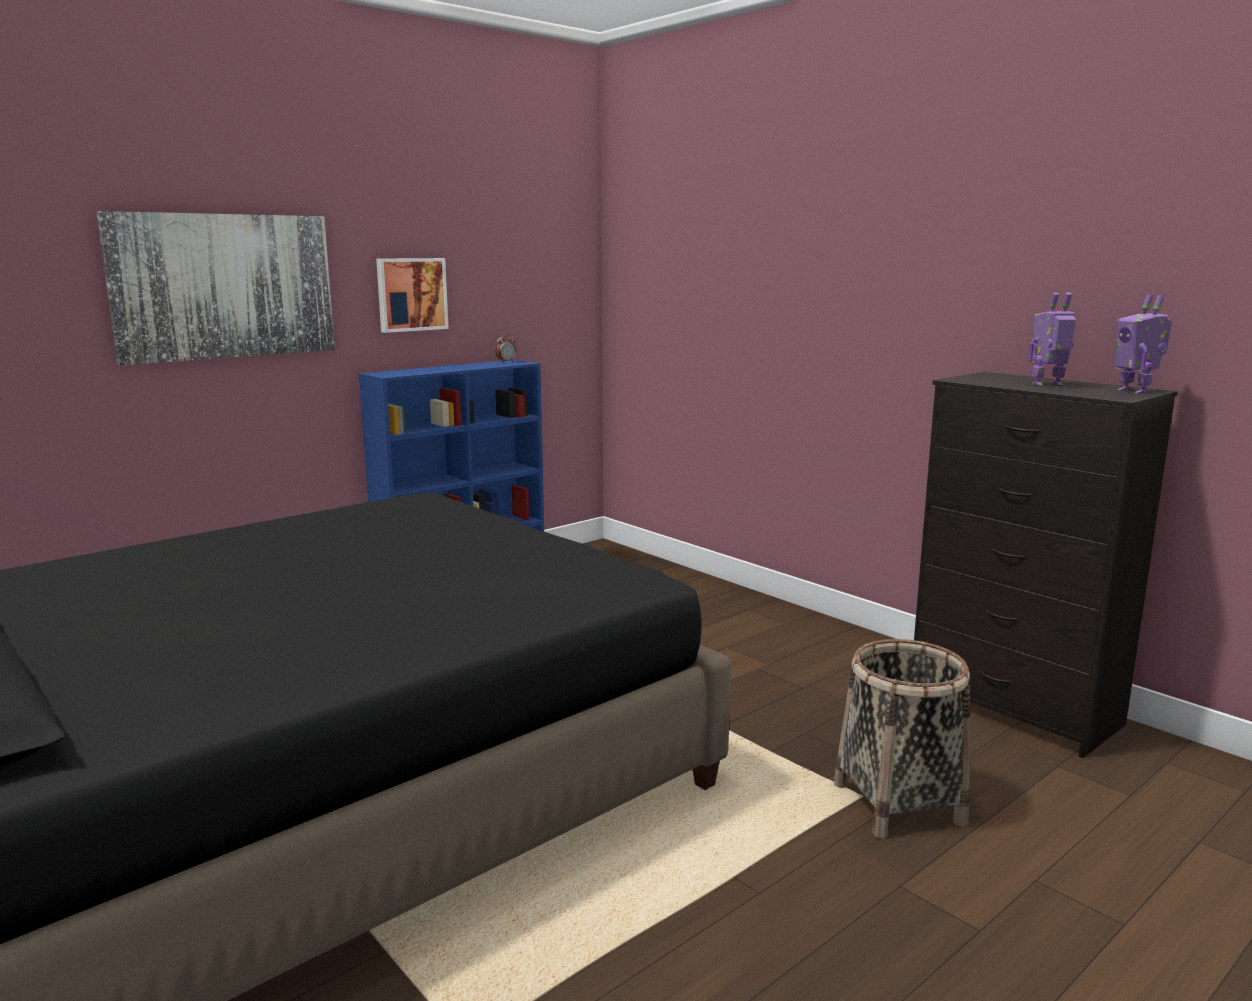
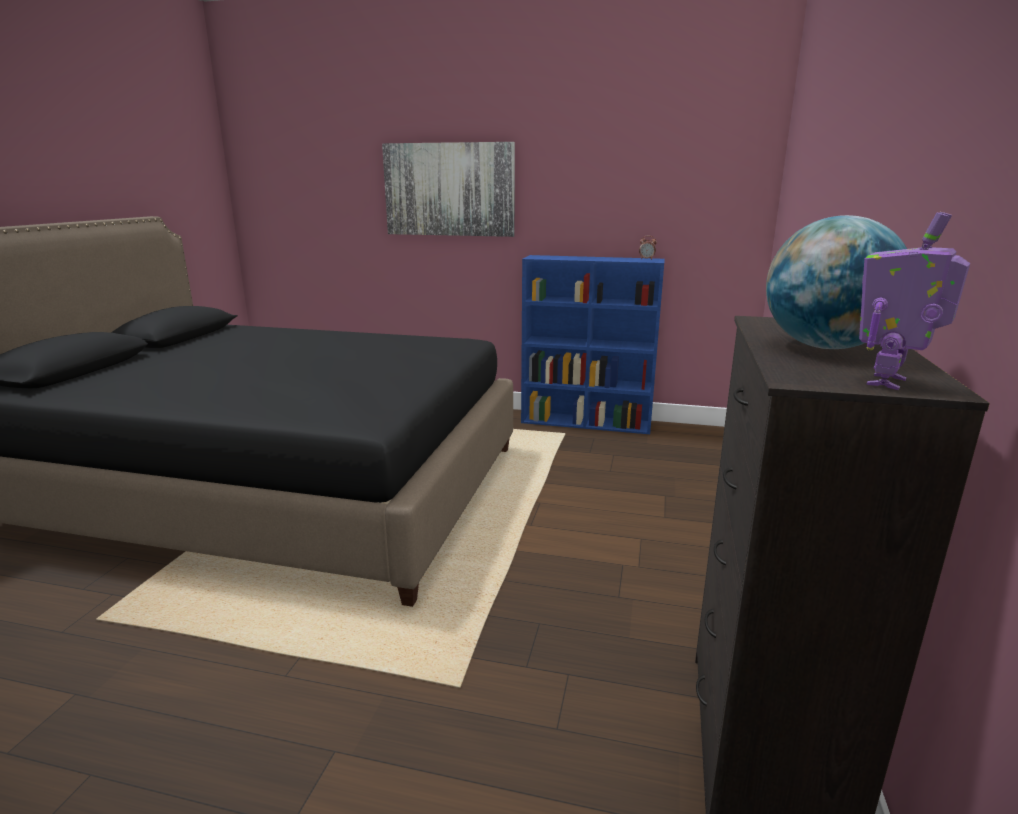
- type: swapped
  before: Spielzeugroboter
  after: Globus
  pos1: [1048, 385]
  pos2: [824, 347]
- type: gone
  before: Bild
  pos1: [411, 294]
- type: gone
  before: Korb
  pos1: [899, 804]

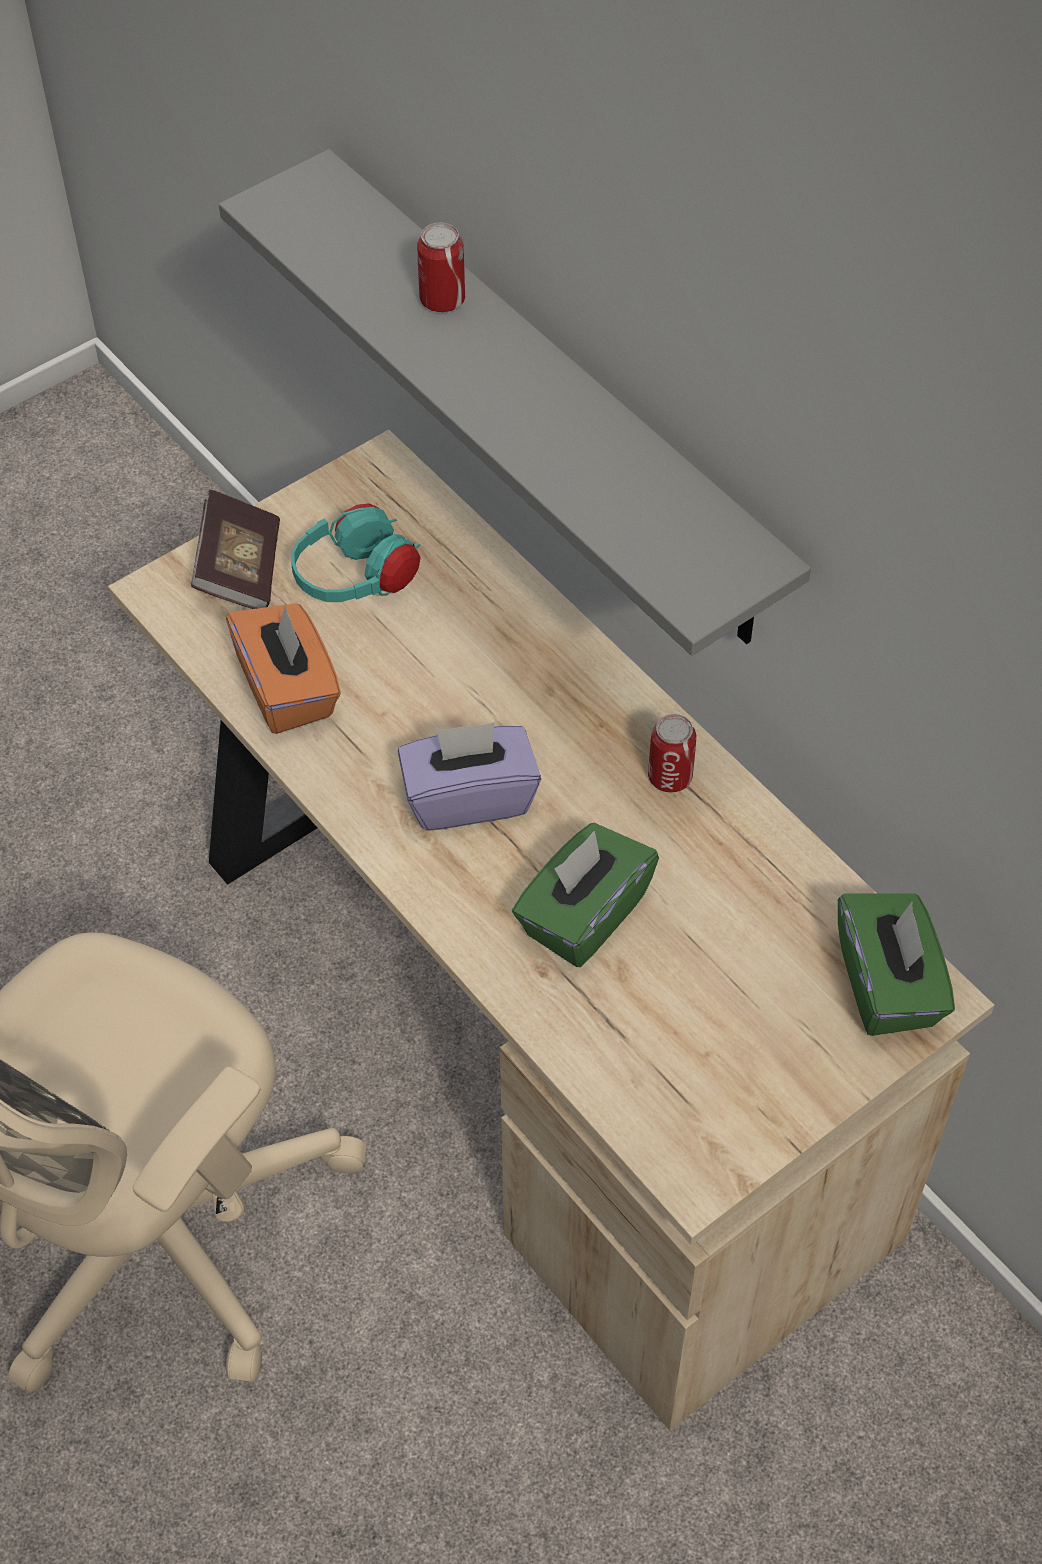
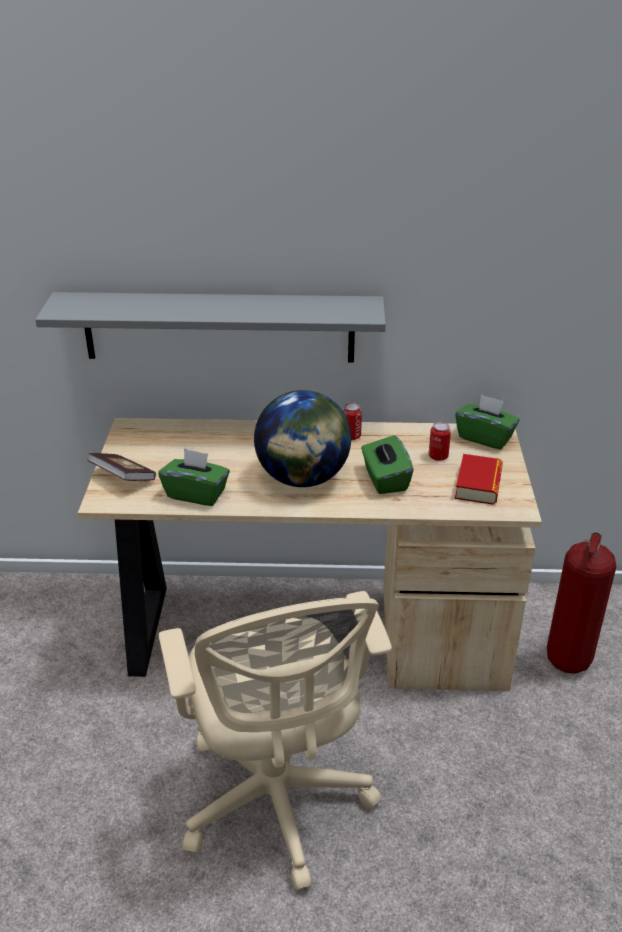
- type: repainted
  before: Taschentuchbox [orange]
  after: Taschentuchbox [grün]
  pos1: [288, 690]
  pos2: [196, 494]
- type: swapped
  before: Taschentuchbox [lila]
  after: Globus
  pos1: [469, 797]
  pos2: [303, 478]
- type: shifted
  before: Dose
  pos1: [442, 300]
  pos2: [438, 456]
- type: new
  after: Buch
  pos2: [478, 485]
- type: new
  after: Feuerlöscher
  pos2: [567, 658]
- type: gone
  before: Kopfhörer [türkis]
  pos1: [356, 580]

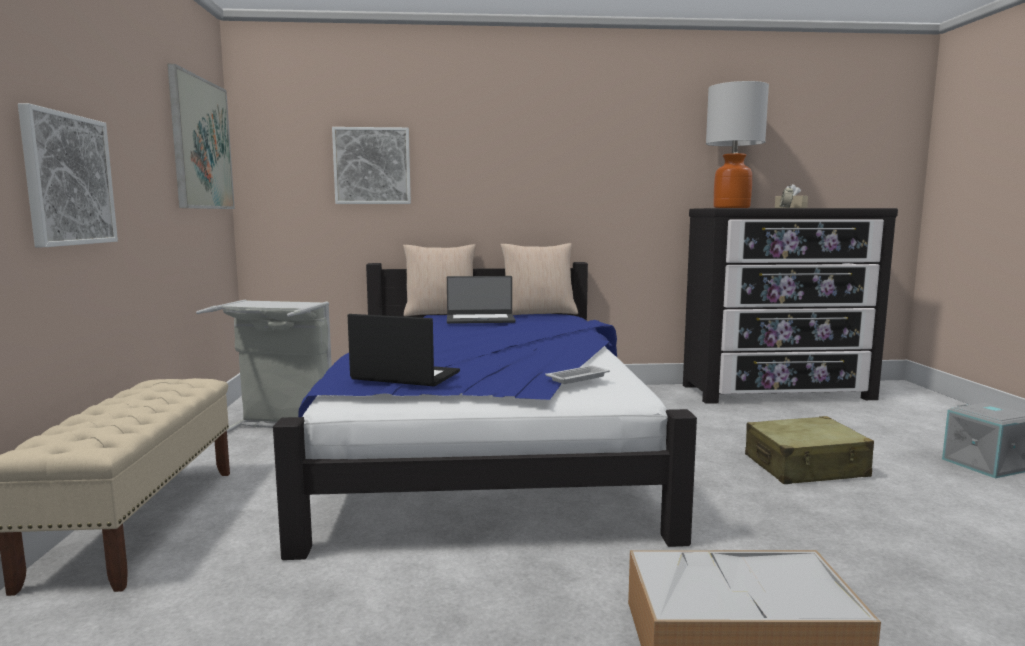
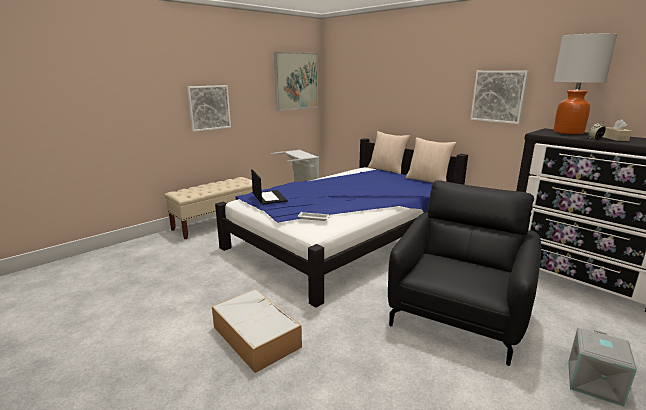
- type: swapped
  before: Koffer [beige]
  after: Sessel [schwarz]
  pos1: [805, 467]
  pos2: [457, 315]
- type: shifted
  before: Bild
  pos1: [372, 166]
  pos2: [498, 96]
- type: gone
  before: Laptop
  pos1: [480, 319]

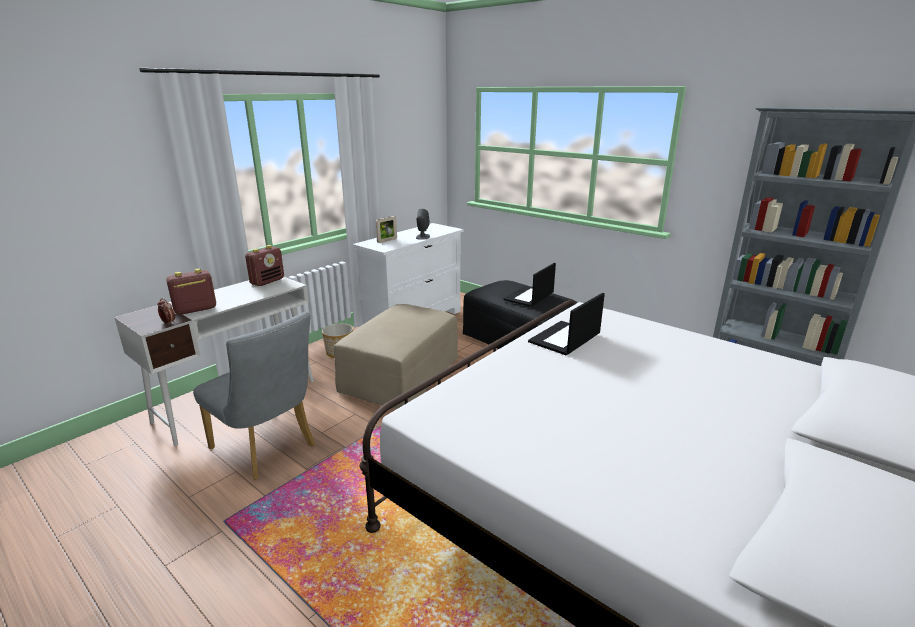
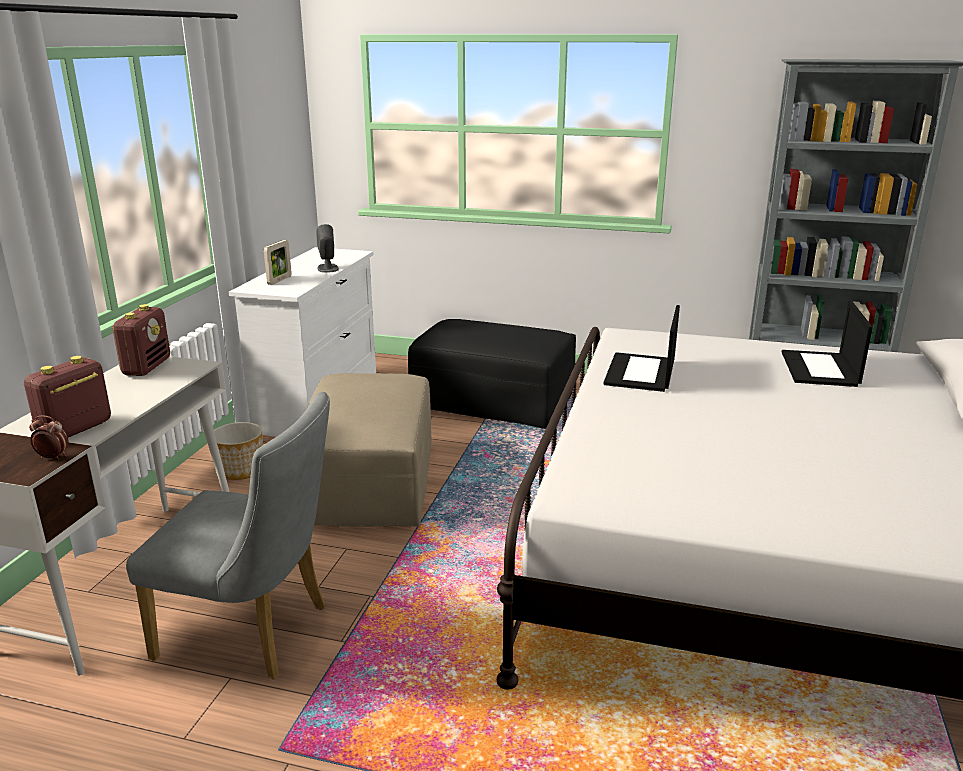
- type: shifted
  before: Laptop
  pos1: [529, 297]
  pos2: [820, 369]

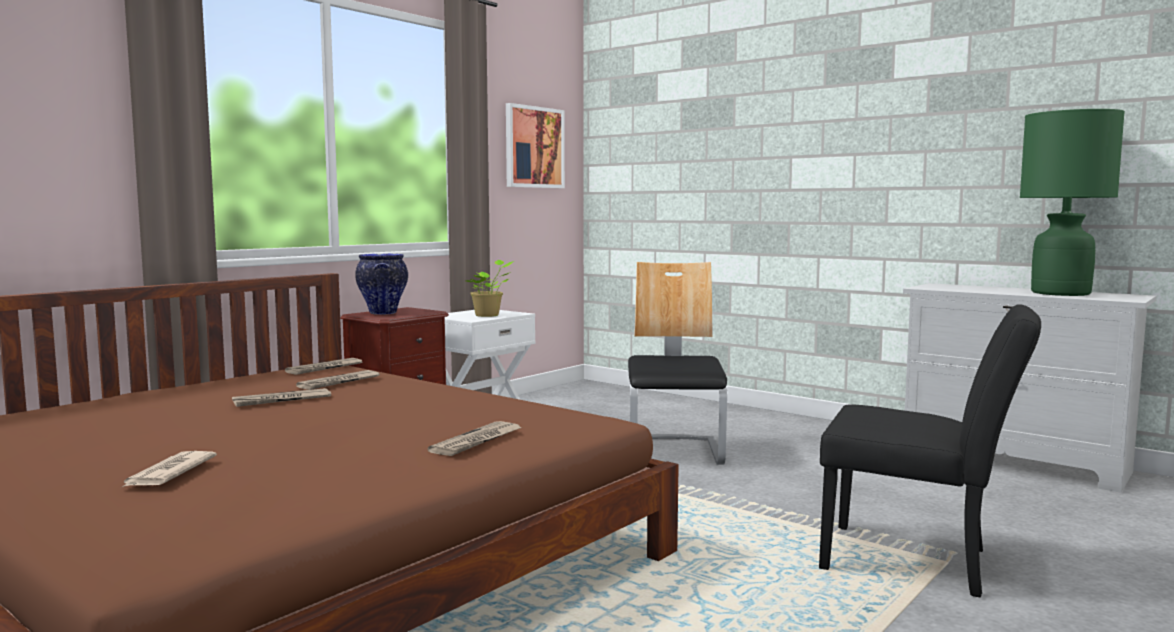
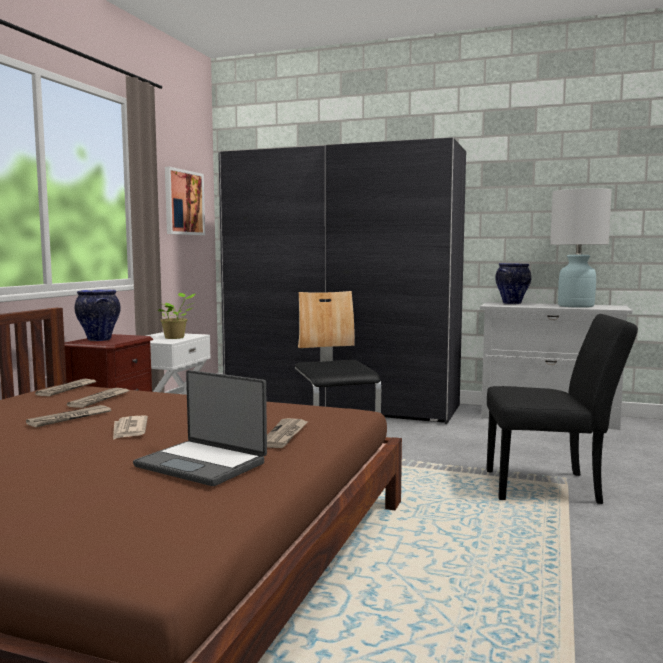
- type: shifted
  before: Zeitung
  pos1: [168, 473]
  pos2: [129, 430]
- type: new
  after: Laptop
  pos2: [203, 464]
- type: new
  after: Kleiderschrank [grau]
  pos2: [341, 404]
- type: new
  after: Vase
  pos2: [512, 303]
- type: repainted
  before: Tischlampe [grün]
  after: Tischlampe [weiß]
  pos1: [1060, 293]
  pos2: [575, 306]

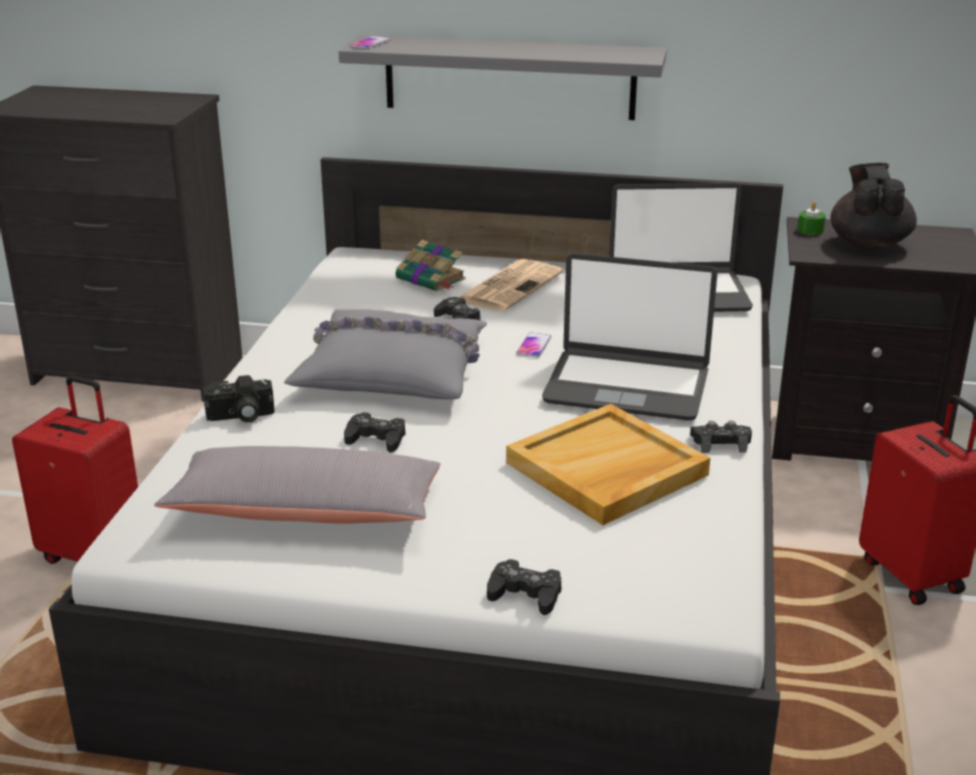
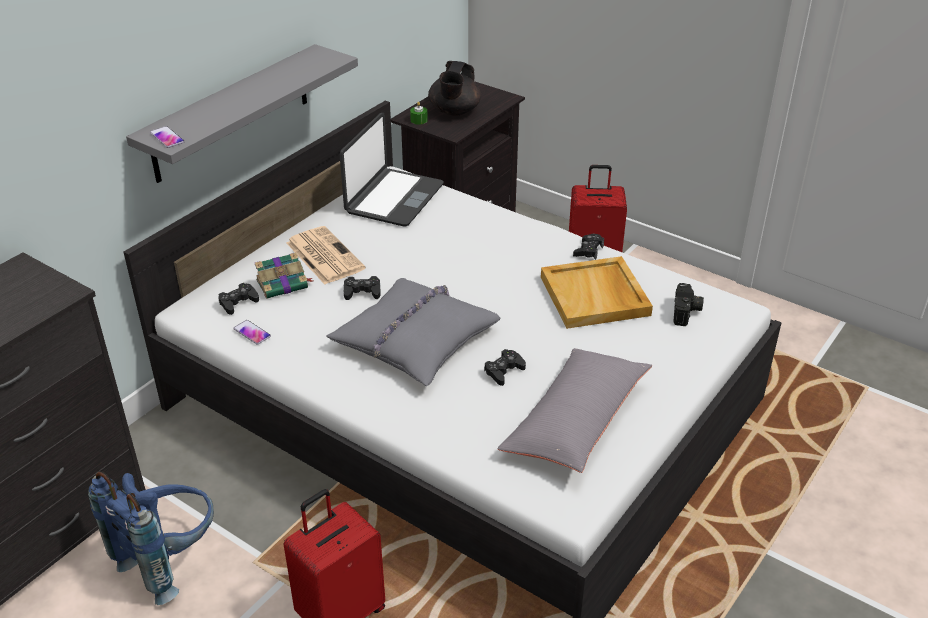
- type: new
  after: Rucksack [blau]
  pos2: [170, 559]
- type: shifted
  before: Gamepad [schwarz]
  pos1: [525, 594]
  pos2: [238, 302]
- type: shifted
  before: Handy
  pos1: [534, 346]
  pos2: [252, 333]
- type: rotated
  before: Teekanne [schwarz]
  pos1: [868, 243]
  pos2: [454, 111]
  turn: -105
- type: shifted
  before: Kamera
  pos1: [240, 416]
  pos2: [686, 312]
- type: gone
  before: Laptop
  pos1: [627, 386]

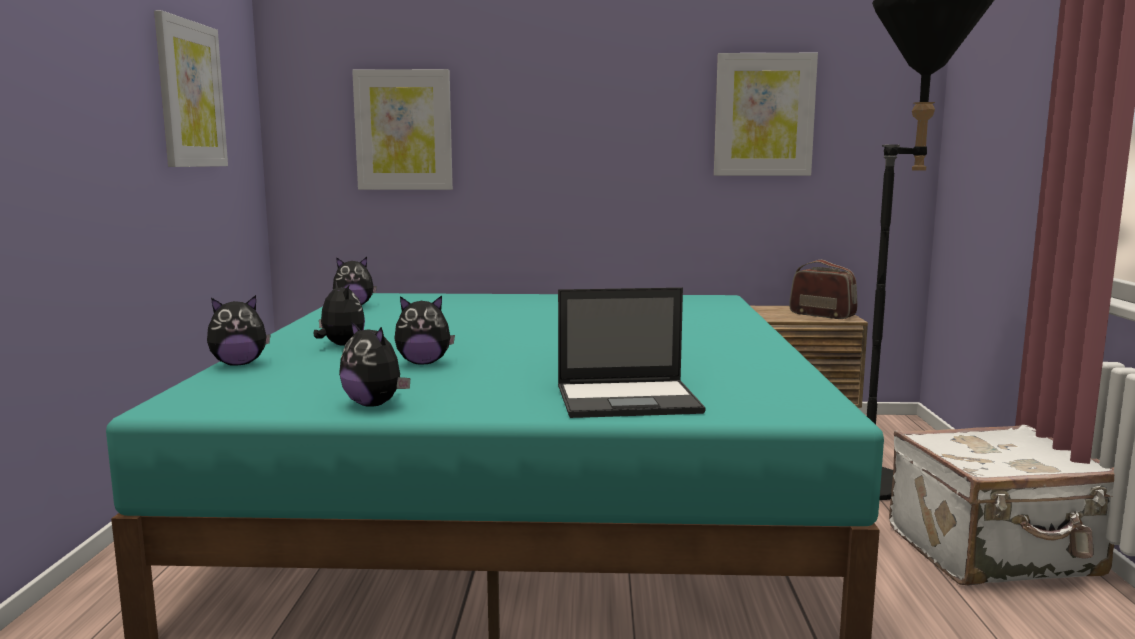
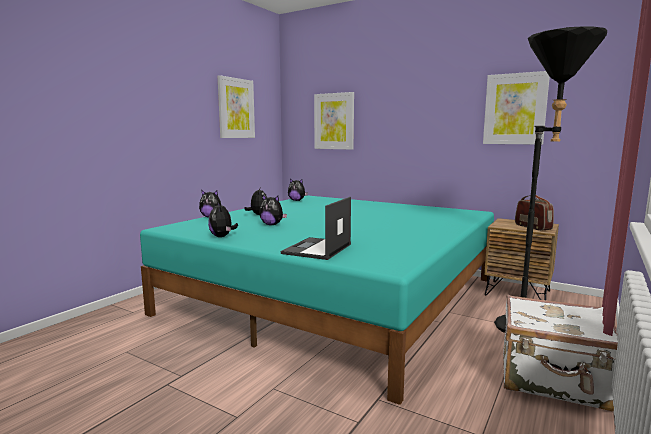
- type: rotated
  before: Laptop
  pos1: [629, 400]
  pos2: [317, 249]
  turn: 90

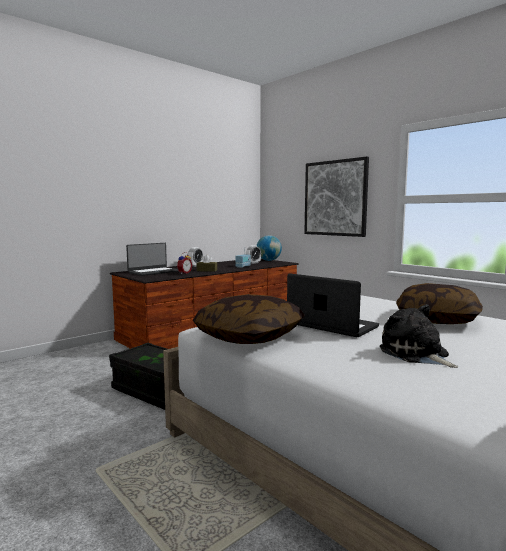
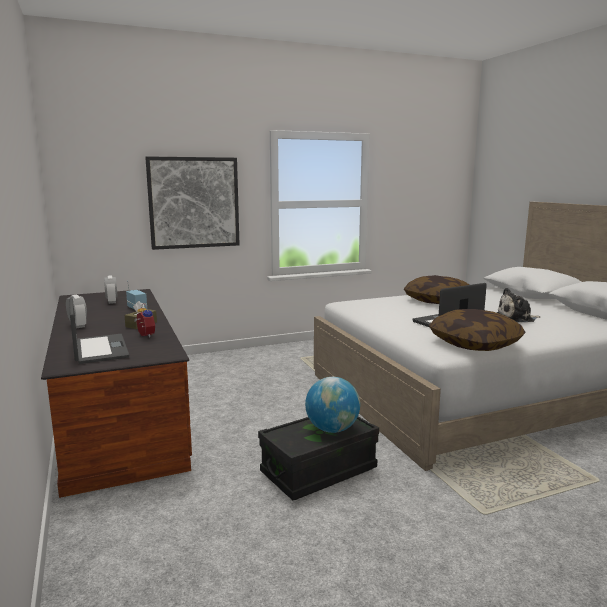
- type: shifted
  before: Globus
  pos1: [268, 260]
  pos2: [332, 429]

